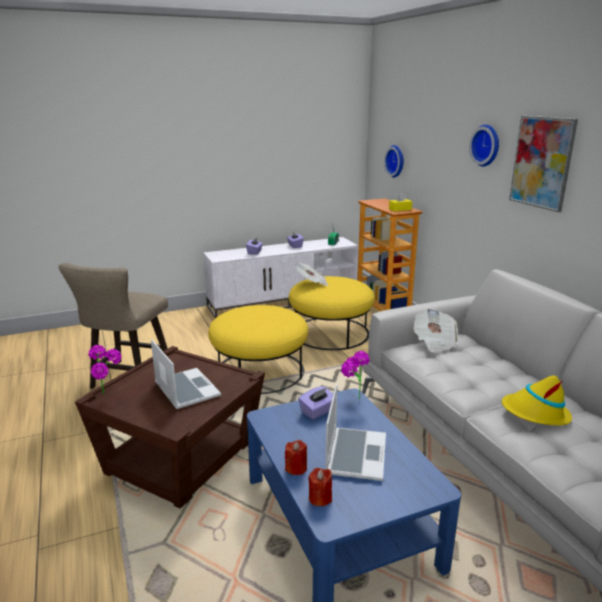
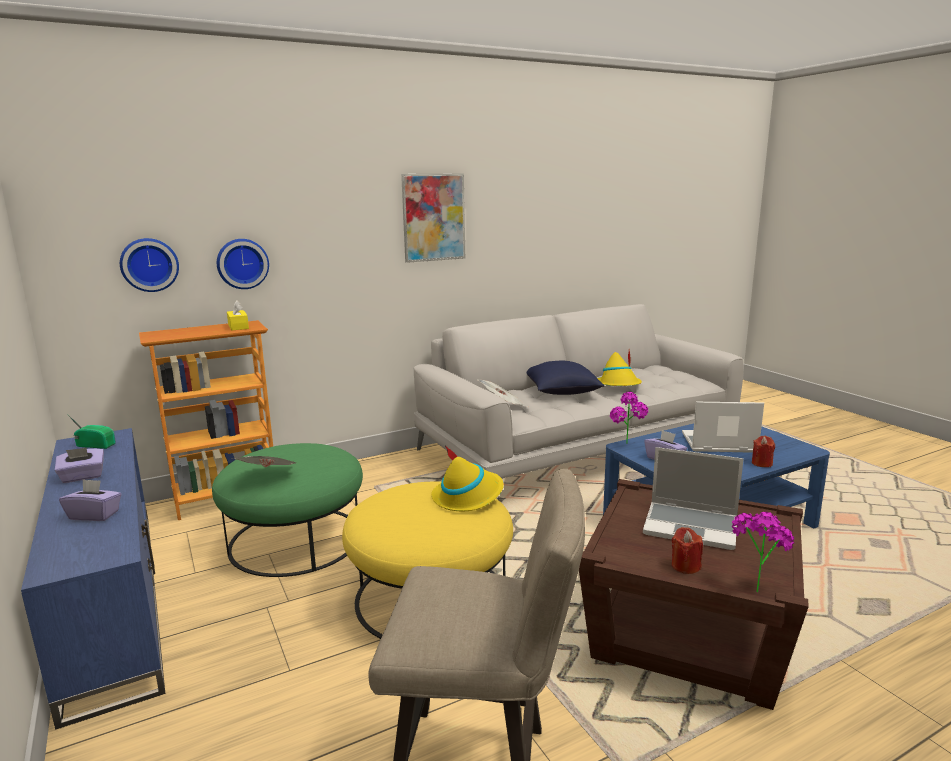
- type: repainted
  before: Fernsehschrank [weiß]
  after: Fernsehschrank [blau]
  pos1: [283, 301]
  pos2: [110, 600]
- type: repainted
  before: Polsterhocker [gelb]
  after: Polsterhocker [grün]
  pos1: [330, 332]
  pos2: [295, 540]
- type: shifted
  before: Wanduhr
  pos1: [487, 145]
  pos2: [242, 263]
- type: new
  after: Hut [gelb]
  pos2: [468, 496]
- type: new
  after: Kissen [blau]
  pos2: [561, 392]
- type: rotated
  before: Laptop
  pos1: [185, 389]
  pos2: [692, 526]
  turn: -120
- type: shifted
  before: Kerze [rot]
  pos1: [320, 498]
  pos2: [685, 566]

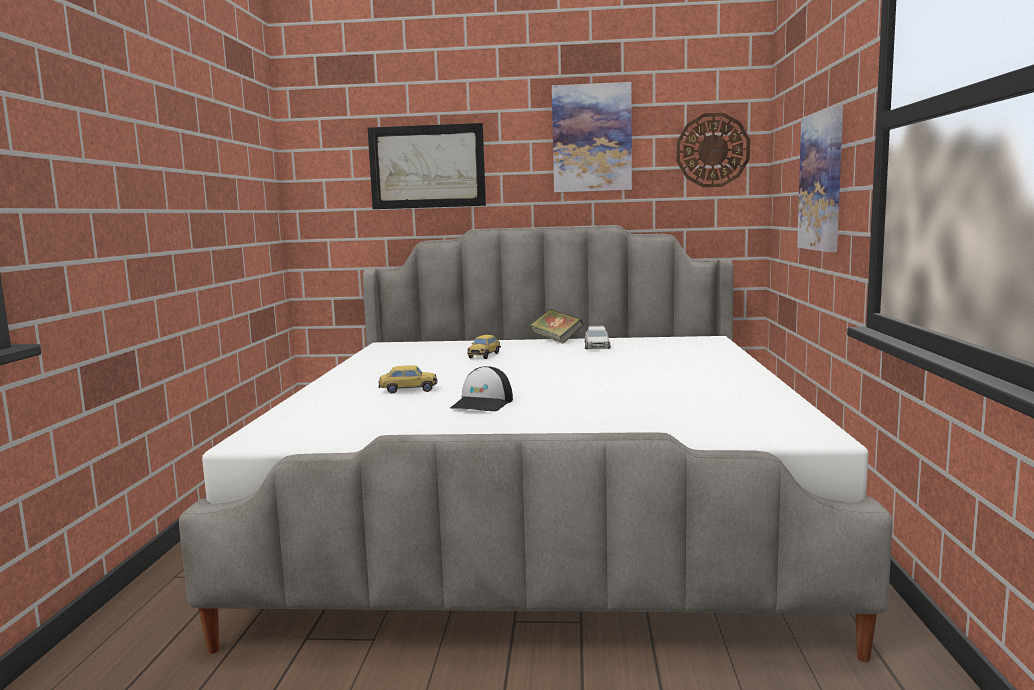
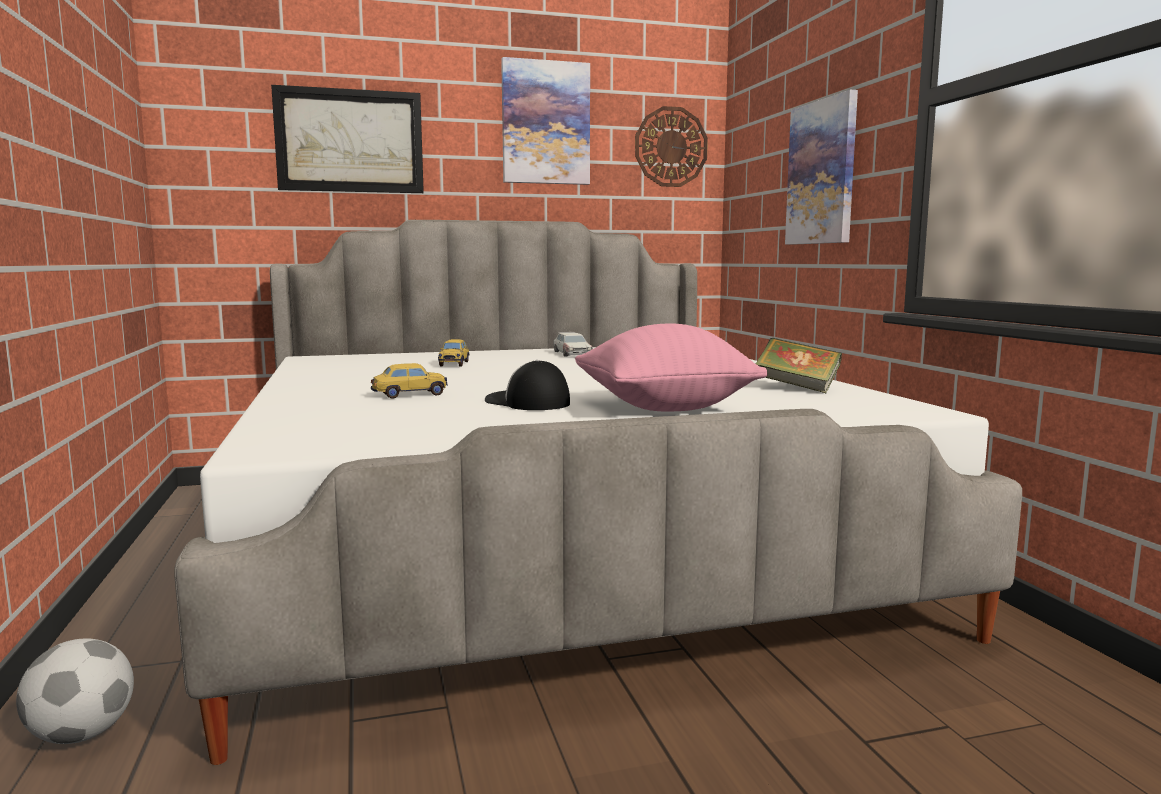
- type: new
  after: Fußball
  pos2: [81, 735]
- type: rotated
  before: Kappe
  pos1: [483, 404]
  pos2: [527, 402]
  turn: 135
- type: new
  after: Kissen [rosa]
  pos2: [664, 407]
- type: shifted
  before: Buch
  pos1: [556, 340]
  pos2: [797, 388]

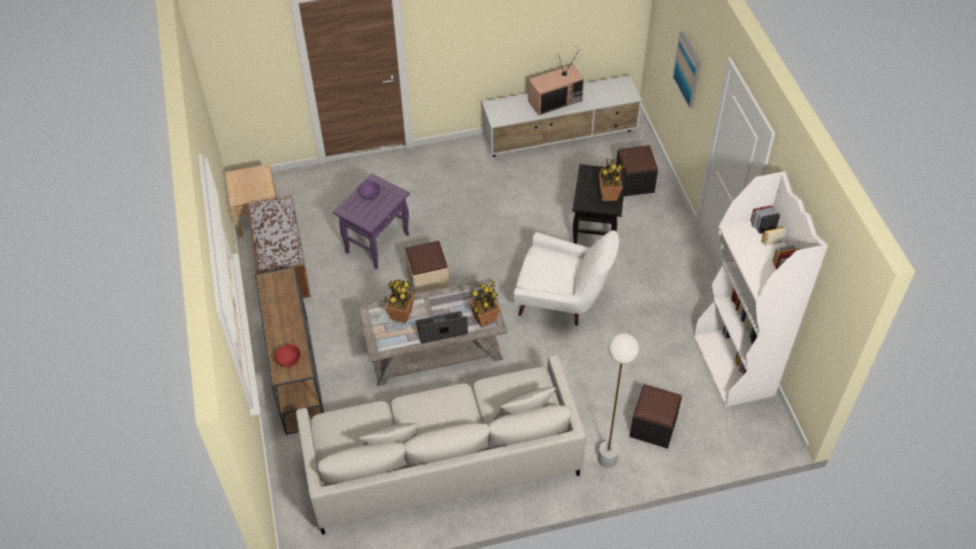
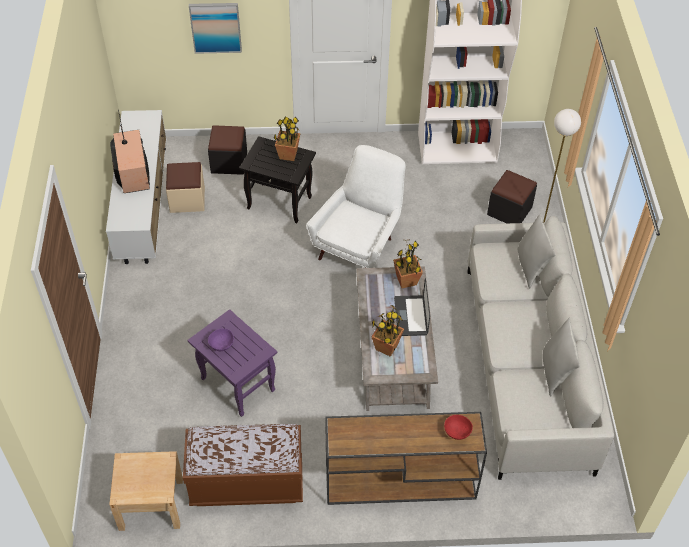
- type: shifted
  before: Polsterhocker [beige]
  pos1: [428, 280]
  pos2: [187, 199]

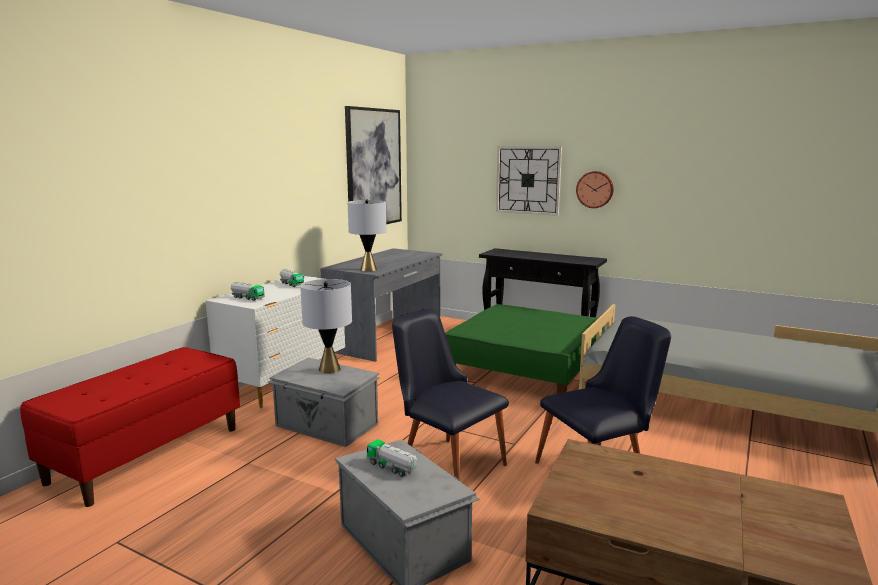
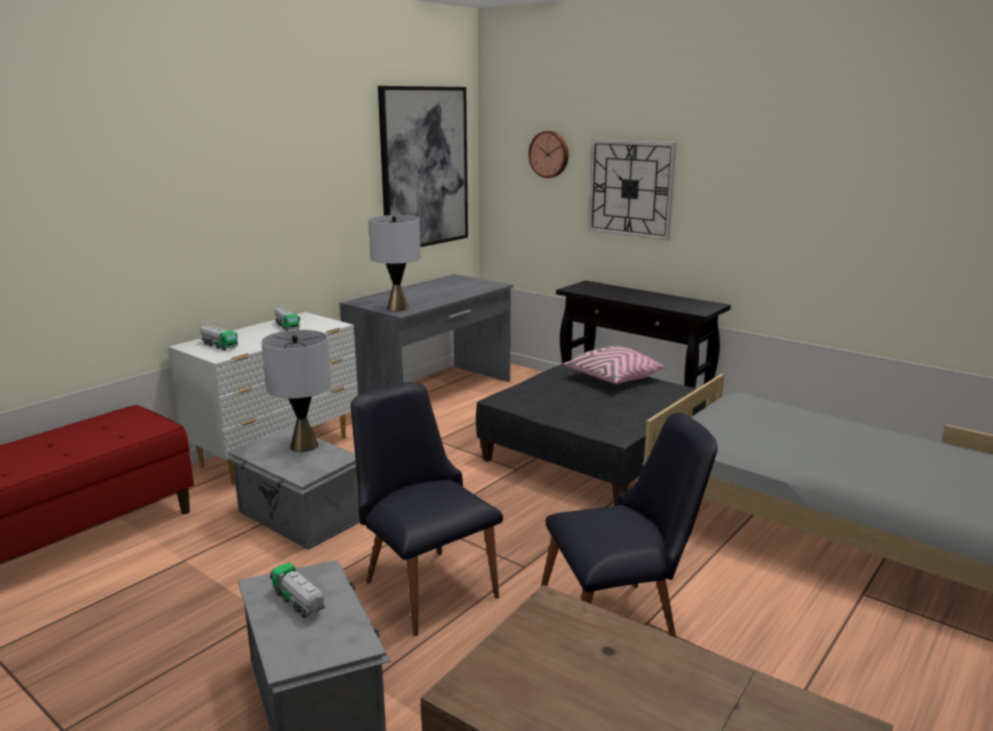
- type: repainted
  before: Polsterhocker [grün]
  after: Polsterhocker [grau]
  pos1: [526, 370]
  pos2: [593, 455]
- type: shifted
  before: Wanduhr
  pos1: [595, 189]
  pos2: [549, 154]
- type: new
  after: Kissen [rosa]
  pos2: [613, 379]

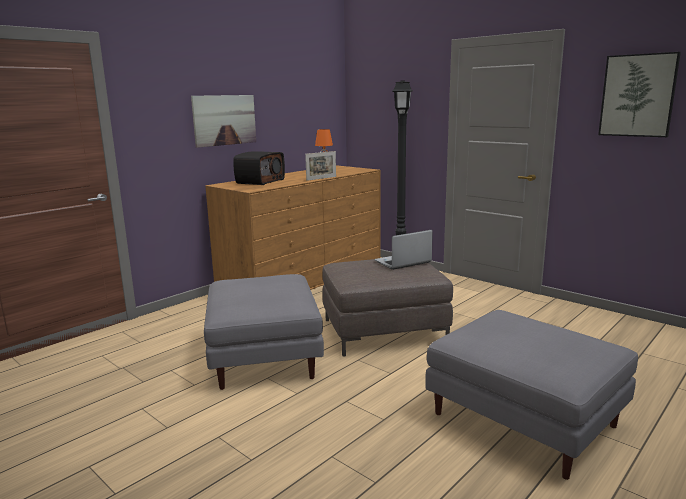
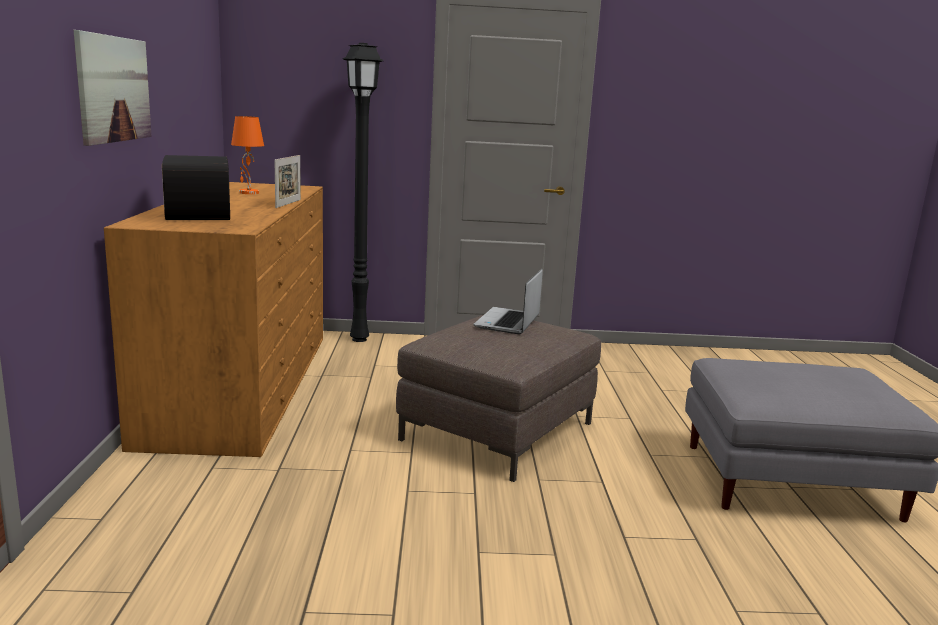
- type: gone
  before: Polsterhocker [grau]
  pos1: [265, 357]
- type: gone
  before: Bild
  pos1: [637, 95]

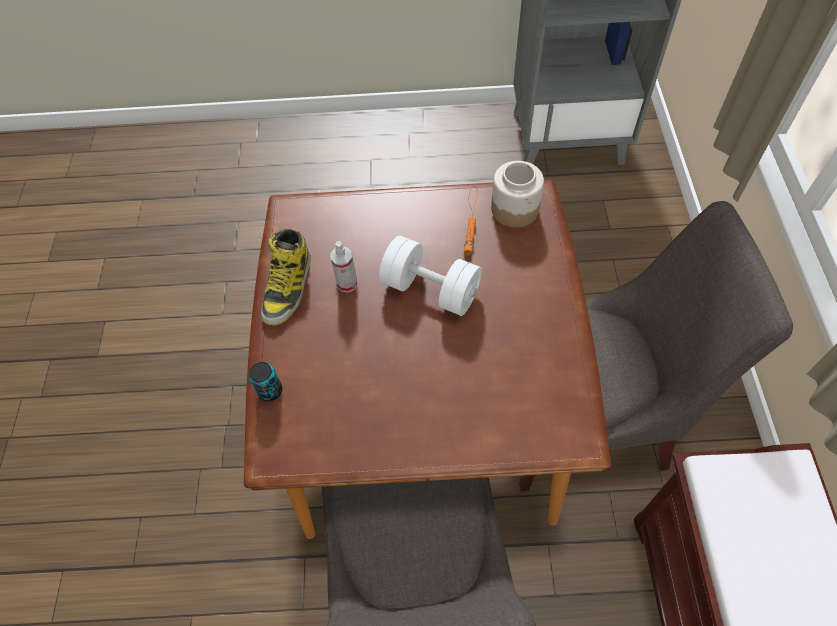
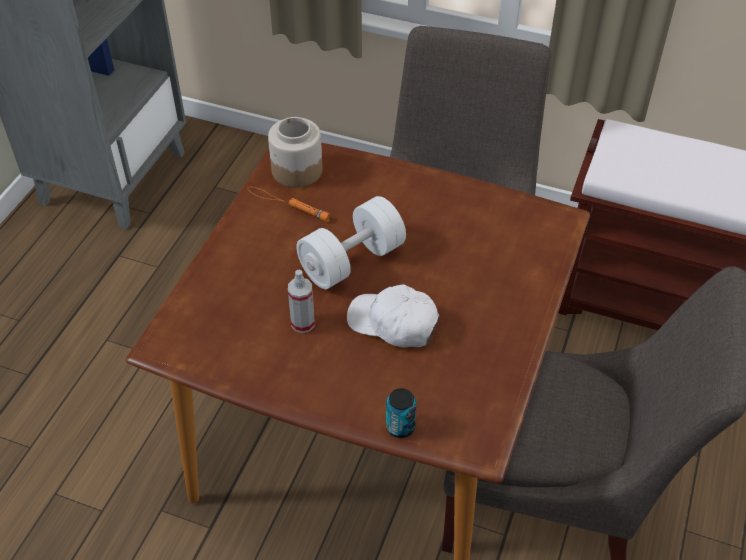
- type: new
  after: Kappe [weiß]
  pos2: [393, 323]
- type: gone
  before: Stiefel
  pos1: [288, 287]

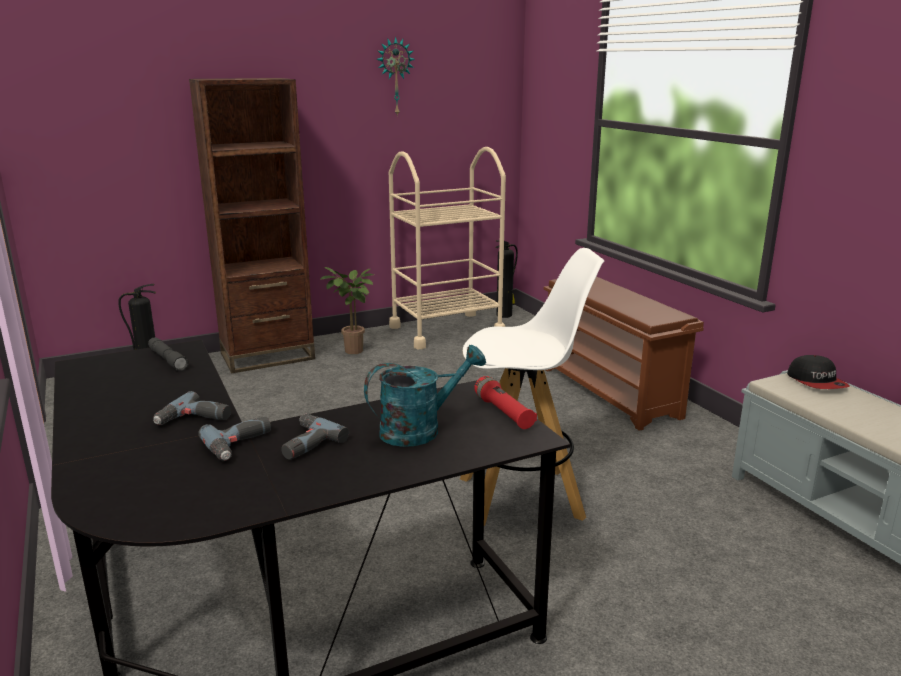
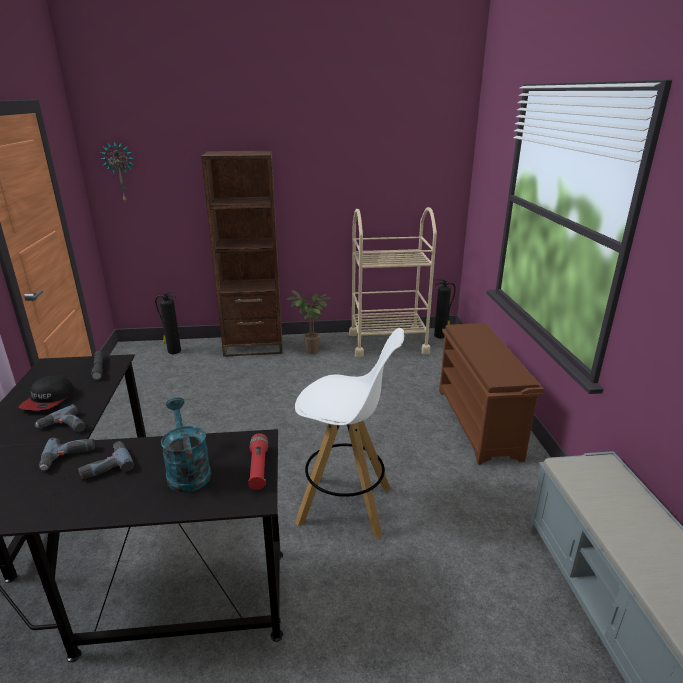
- type: shifted
  before: Kappe
  pos1: [816, 382]
  pos2: [48, 400]
- type: shifted
  before: Wanduhr
  pos1: [395, 77]
  pos2: [120, 172]
- type: rotated
  before: Gießkanne [türkis]
  pos1: [420, 429]
  pos2: [187, 471]
  turn: -105

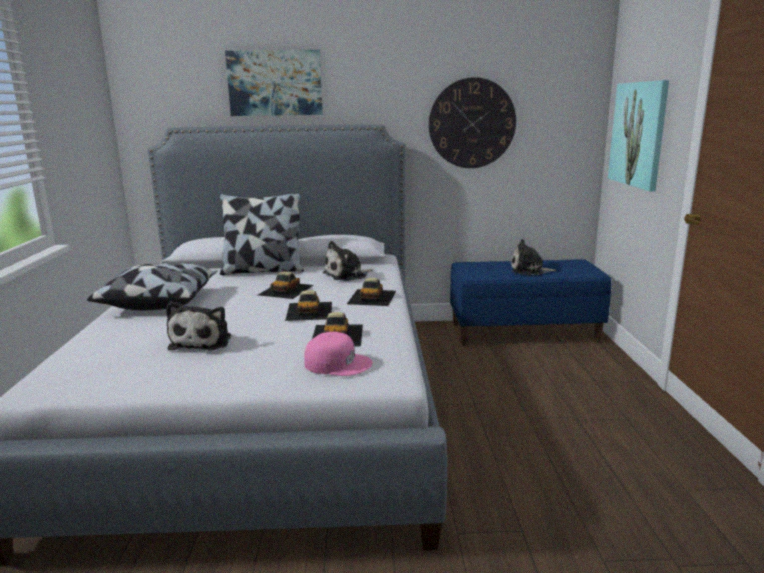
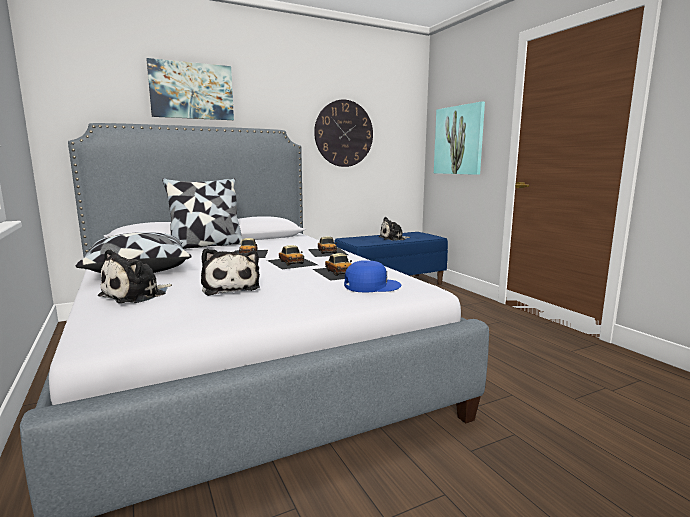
- type: shifted
  before: Plüschtier
  pos1: [347, 275]
  pos2: [137, 295]
- type: repainted
  before: Kappe [rosa]
  after: Kappe [blau]
  pos1: [337, 363]
  pos2: [371, 285]

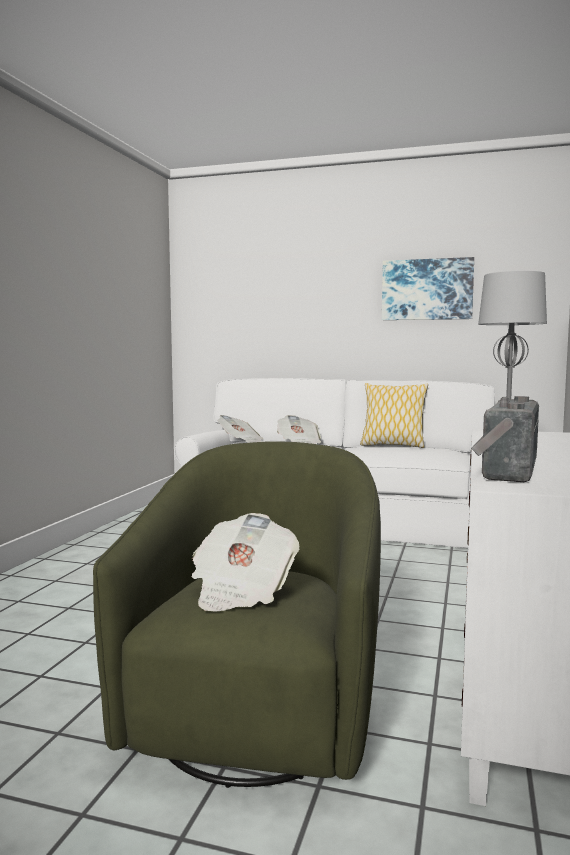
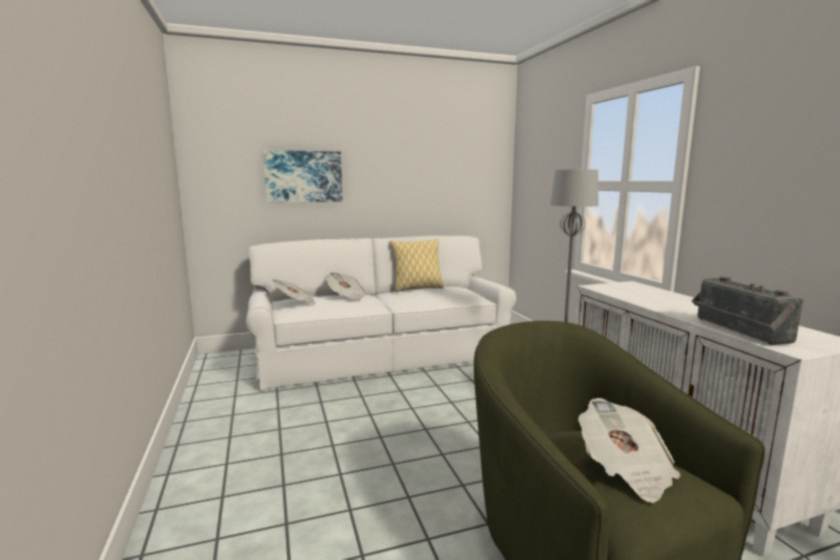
- type: shifted
  before: Bild
  pos1: [427, 289]
  pos2: [303, 176]

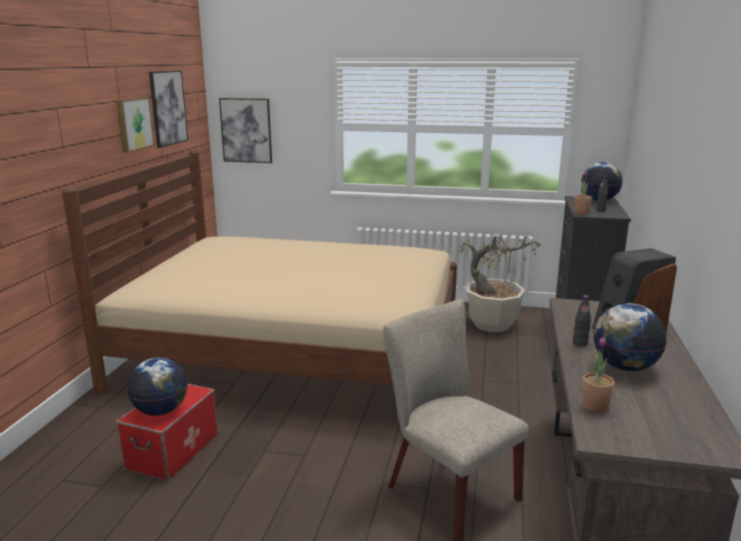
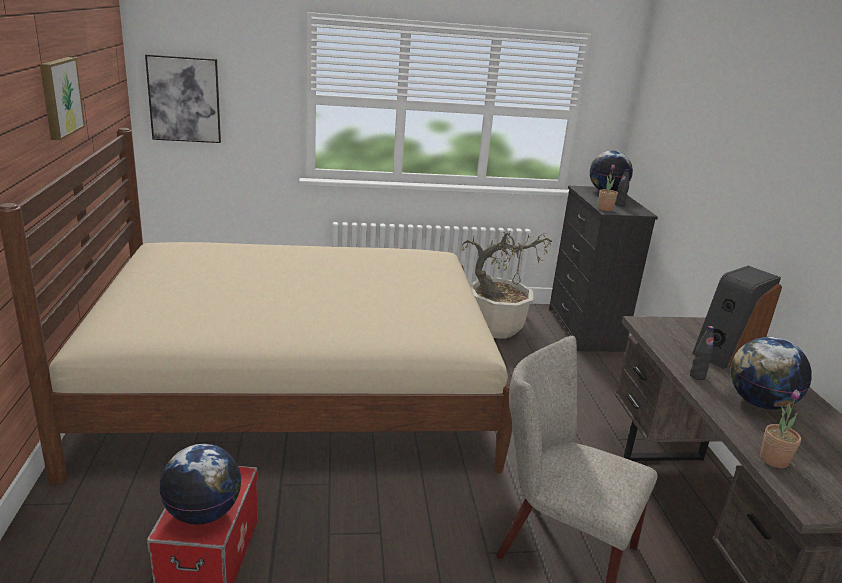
- type: gone
  before: Bild
  pos1: [168, 108]

